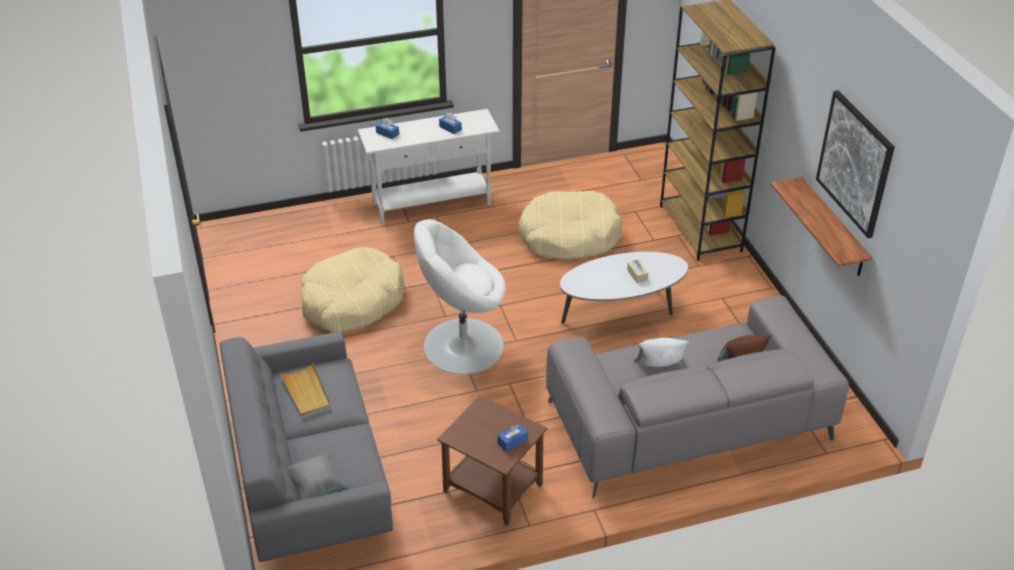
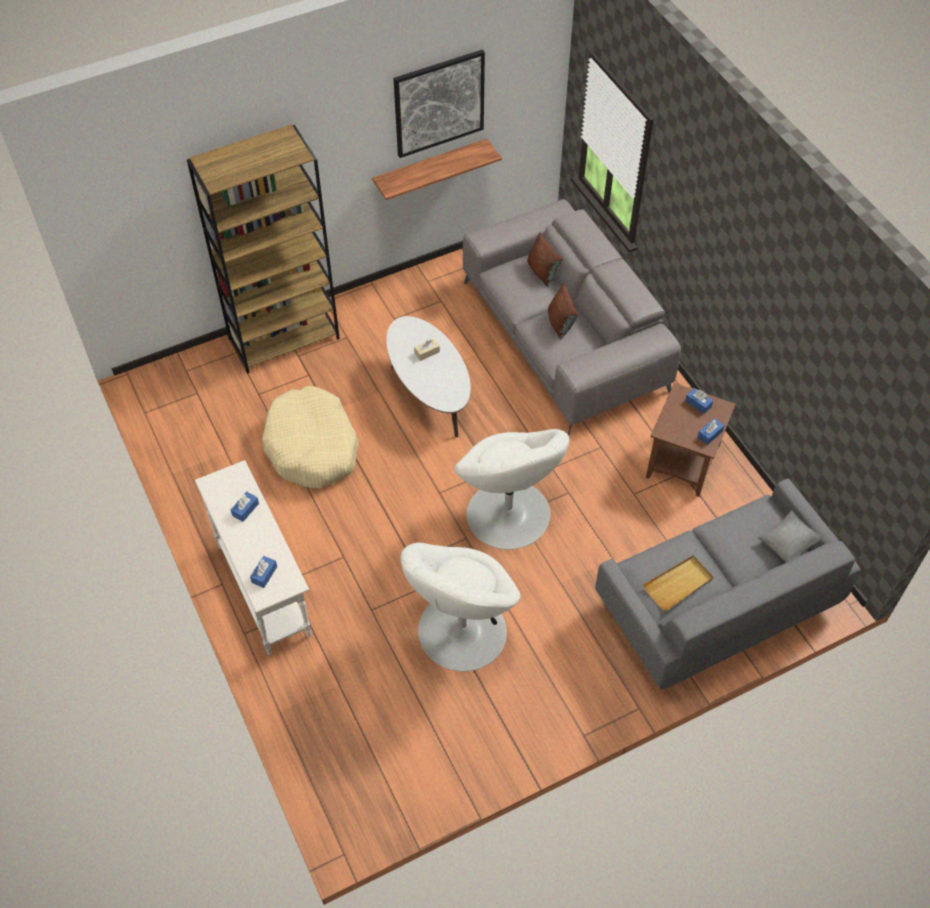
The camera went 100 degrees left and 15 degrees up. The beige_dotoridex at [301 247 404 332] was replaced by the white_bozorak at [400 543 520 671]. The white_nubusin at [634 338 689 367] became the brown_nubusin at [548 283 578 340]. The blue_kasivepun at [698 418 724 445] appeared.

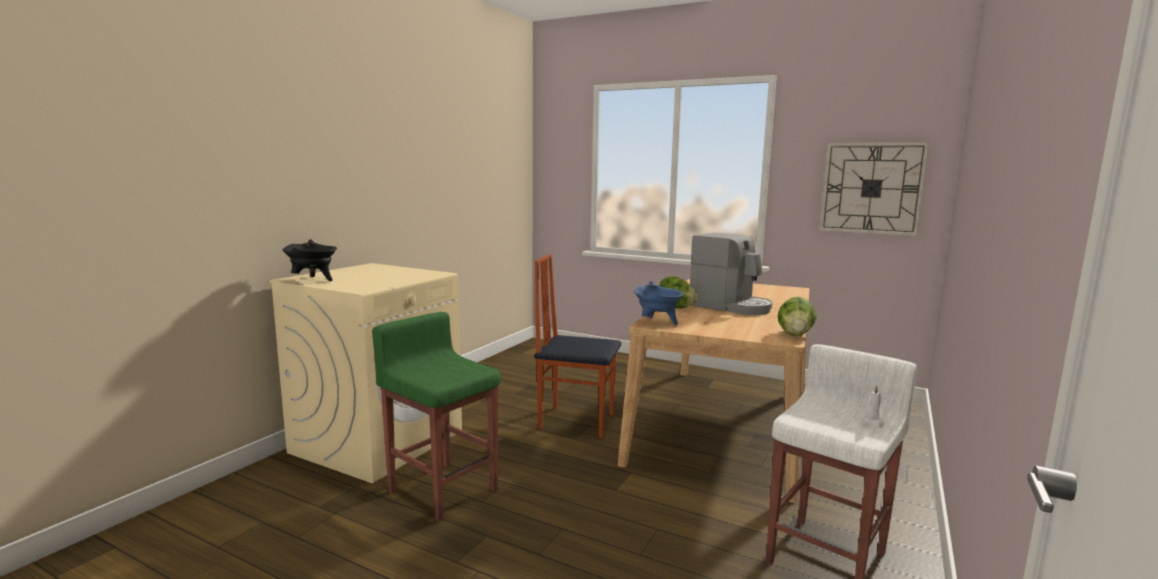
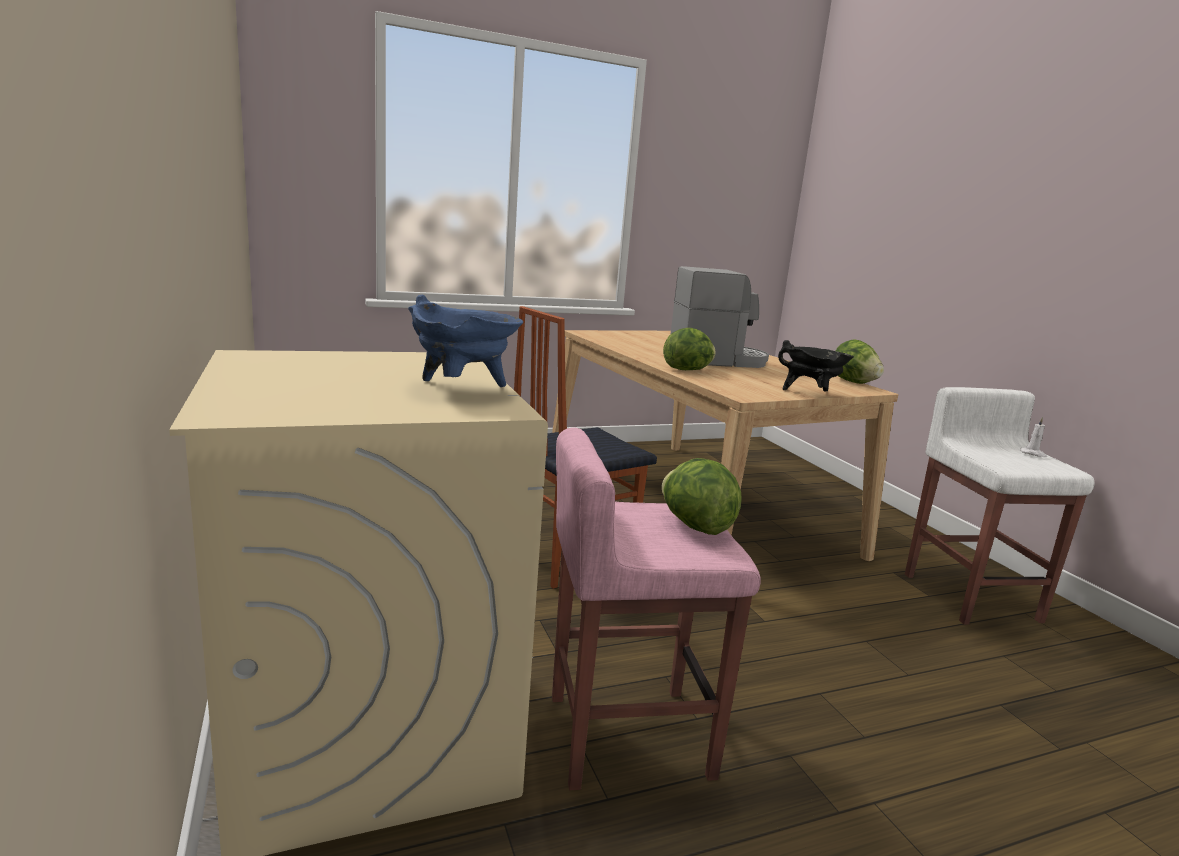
The camera went 50 degrees left and 5 degrees up. The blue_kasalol moved from [634 281 684 325] to [408 295 523 387]. The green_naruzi at [372 312 501 522] became the pink_naruzi at [552 428 761 790]. The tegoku at [662 458 741 535] appeared. The black_kasalol moved from [282 239 337 281] to [778 340 854 392]. The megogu at [819 142 929 236] disappeared.

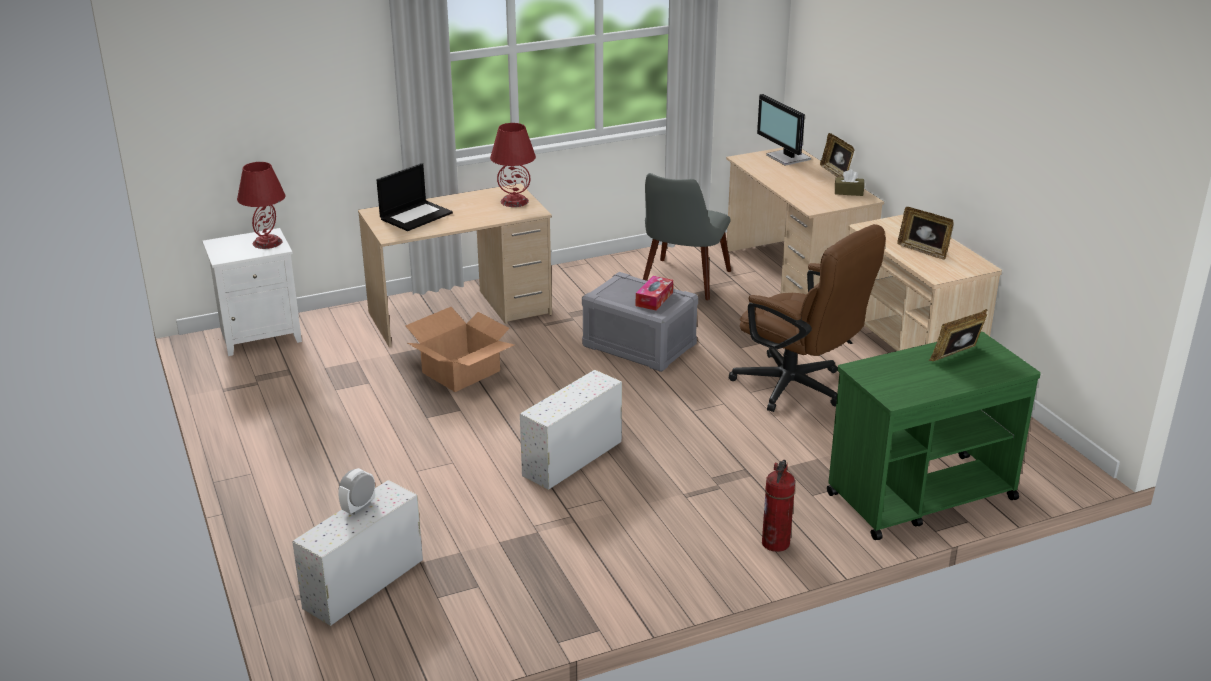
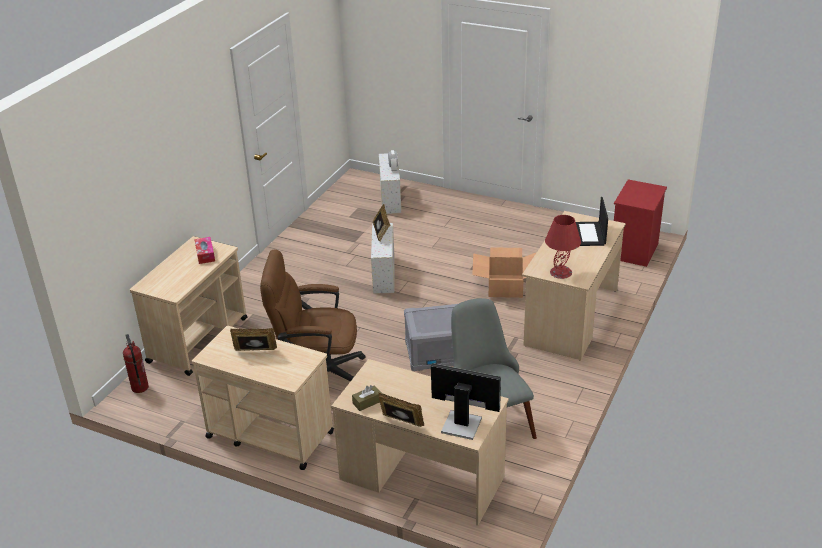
The camera went 140 degrees right and 5 degrees up. The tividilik moved from [762 460 795 552] to [123 334 149 393]. The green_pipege at [827 332 1041 540] became the beige_pipege at [130 236 247 376]. The kasivepun moved from [636 276 673 310] to [194 237 215 264]. The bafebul moved from [929 309 987 361] to [373 204 390 241]. The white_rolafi at [202 228 302 356] became the red_rolafi at [614 179 667 267]. The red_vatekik at [237 162 285 249] disappeared.

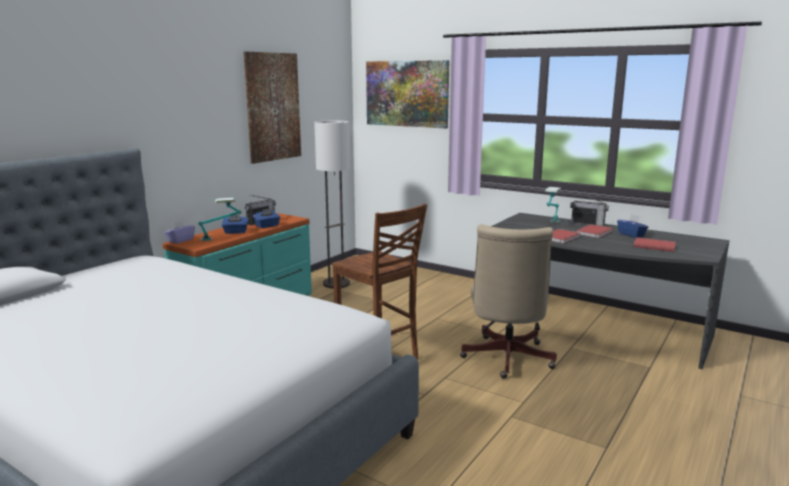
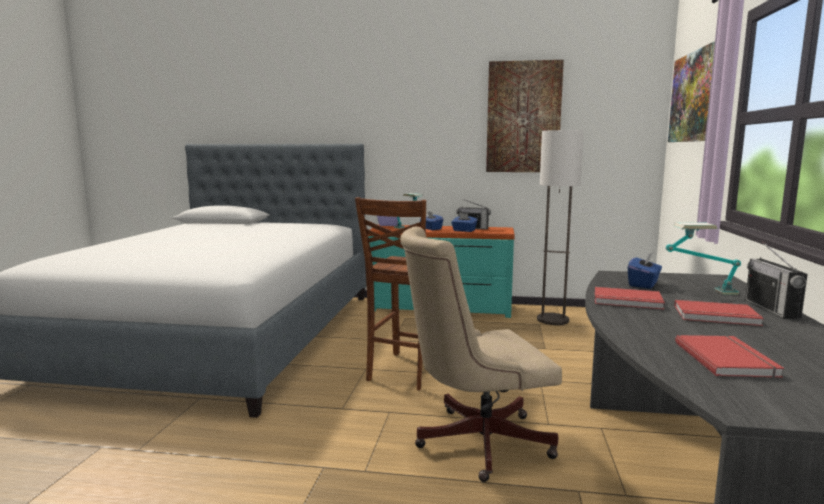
The camera went 65 degrees right and 5 degrees down. The blue_kasivepun moved from [617 214 648 238] to [628 253 662 289].

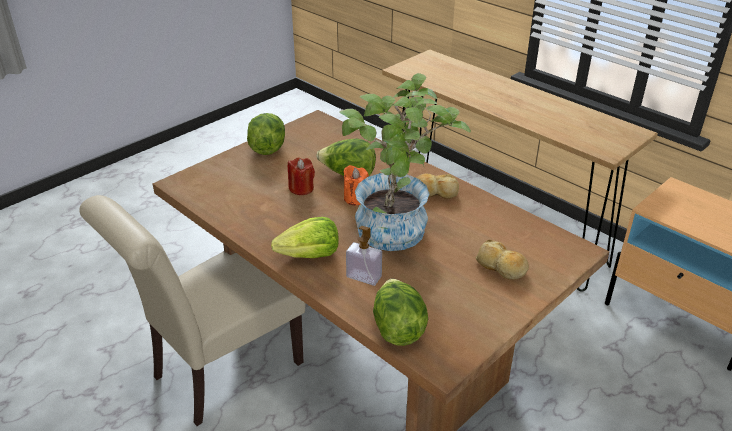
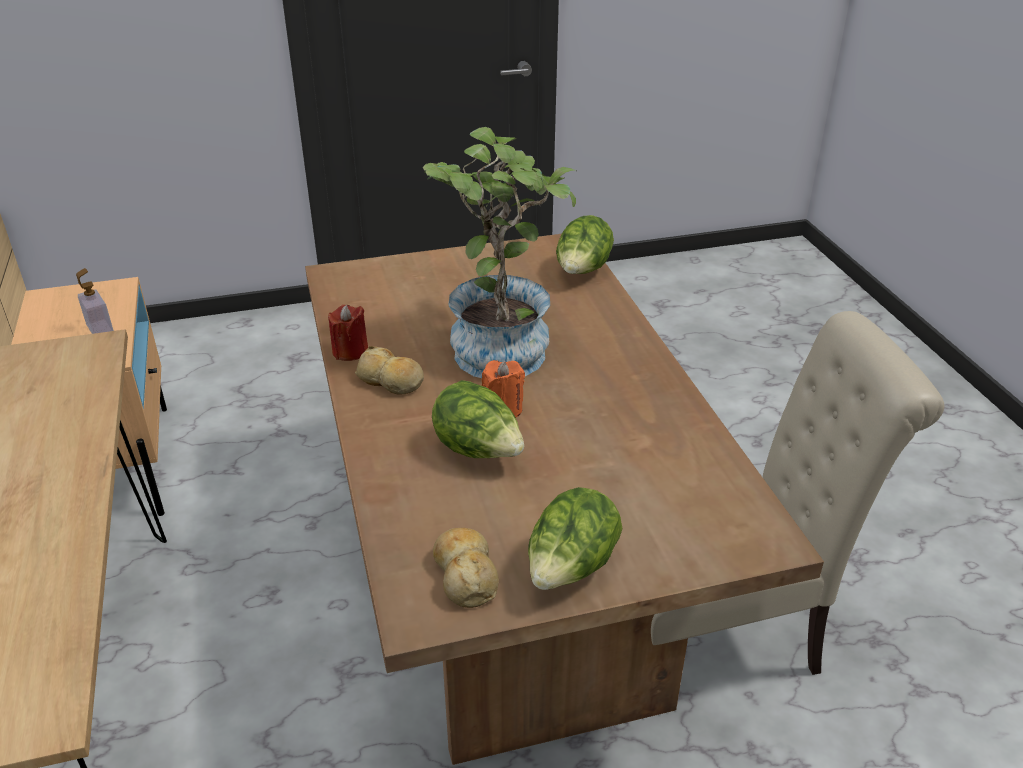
The camera went 150 degrees left and 0 degrees up. The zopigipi moved from [346 226 382 286] to [76 268 114 334]. The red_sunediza moved from [288 158 315 195] to [328 305 368 361]. The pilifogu moved from [475 240 529 280] to [433 528 499 608]. The tegoku at [271 217 339 258] disappeared.

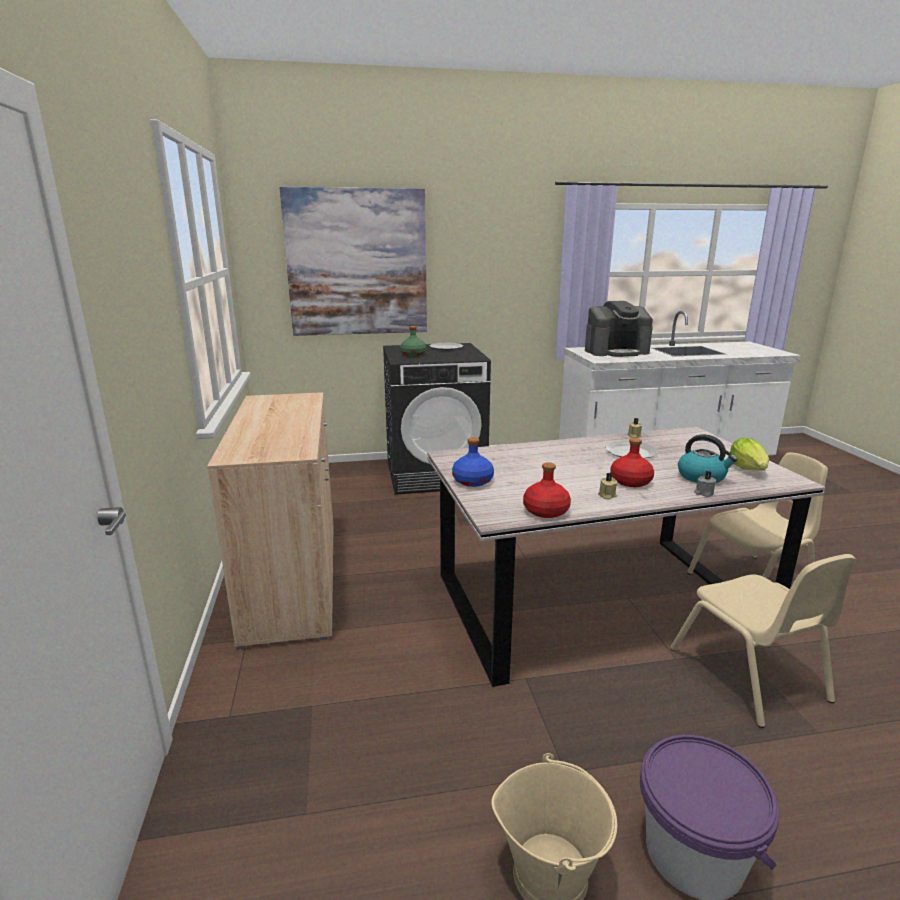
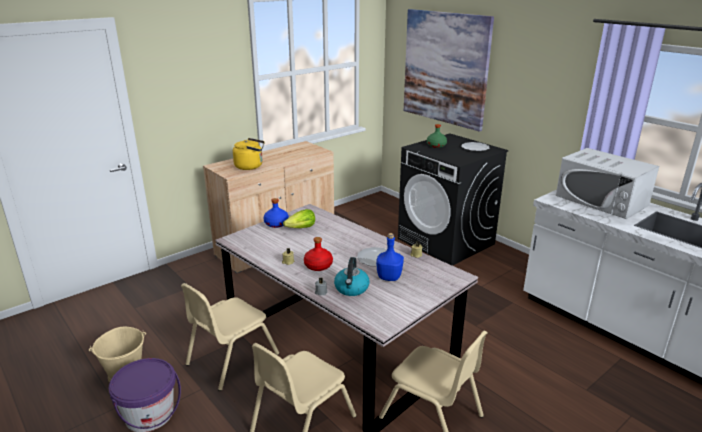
The camera went 60 degrees right and 5 degrees up. The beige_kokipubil at [181 283 279 391] appeared. The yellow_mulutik at [233 138 264 170] appeared. The tegoku moved from [730 438 769 470] to [283 209 315 228]. The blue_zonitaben at [376 233 404 281] appeared. The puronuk at [585 301 653 357] was replaced by the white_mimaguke at [556 148 659 219]. The red_zonitaben at [523 462 571 518] disappeared.

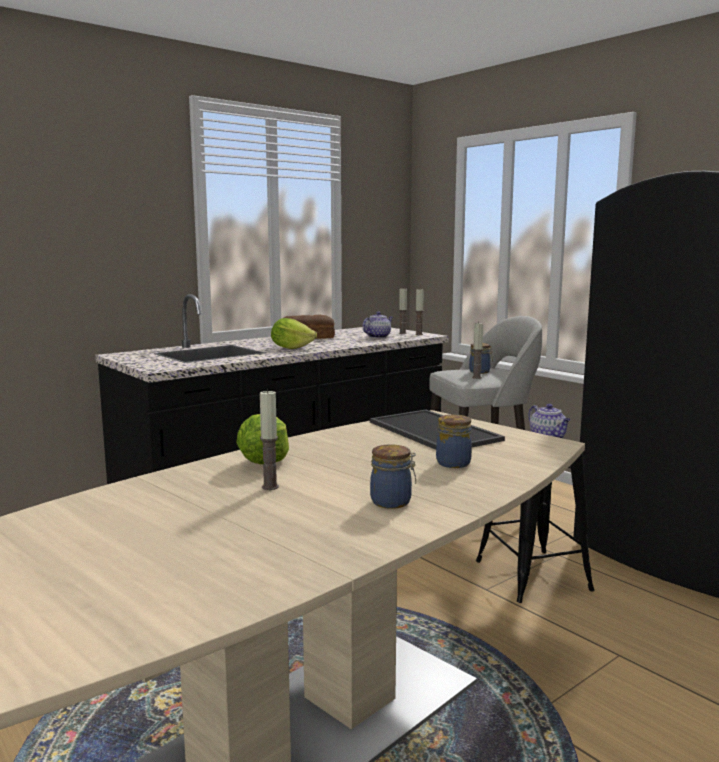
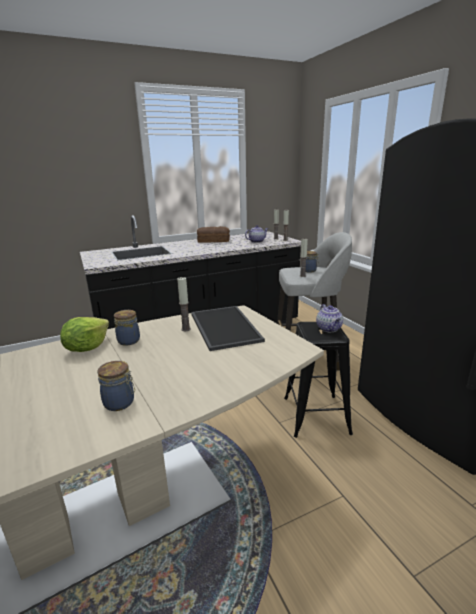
The camera went 15 degrees right and 10 degrees up. The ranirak moved from [436 414 472 468] to [114 310 140 345]. The sunediza moved from [260 389 279 490] to [177 277 191 331]. The tegoku at [271 318 317 349] disappeared.

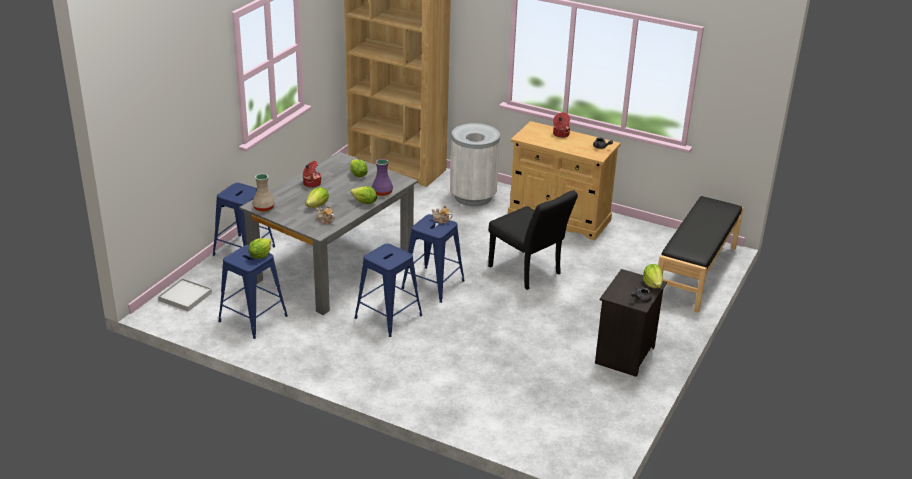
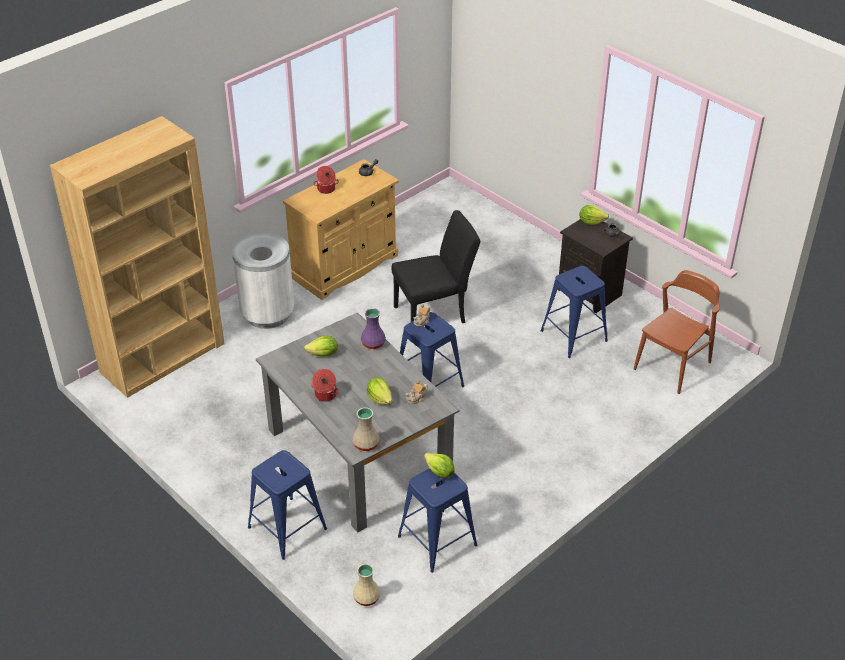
The camera went 70 degrees left and 10 degrees up. The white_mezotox at [158 278 212 312] was replaced by the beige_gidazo at [353 564 380 606]. The blue_naruzi moved from [354 243 422 337] to [541 266 608 358]. The brown_kokipubil at [634 270 720 394] appeared. The tegoku at [350 186 377 204] disappeared. The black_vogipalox at [658 196 744 313] disappeared.

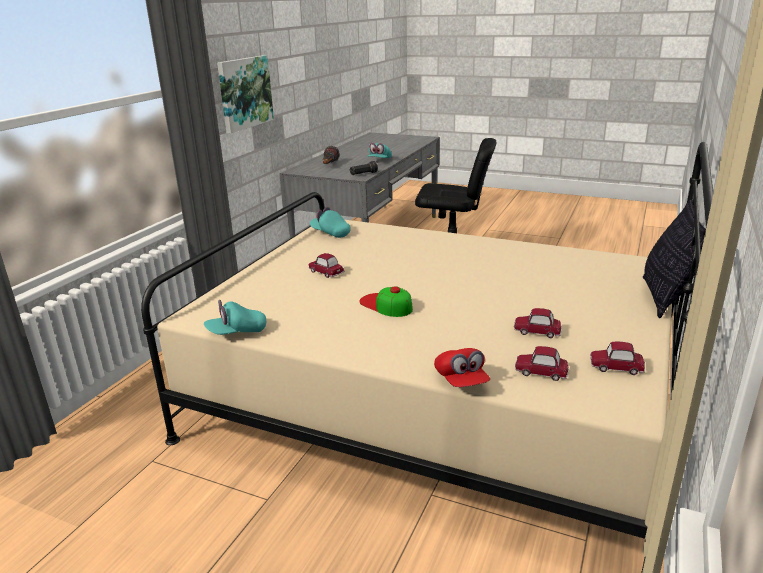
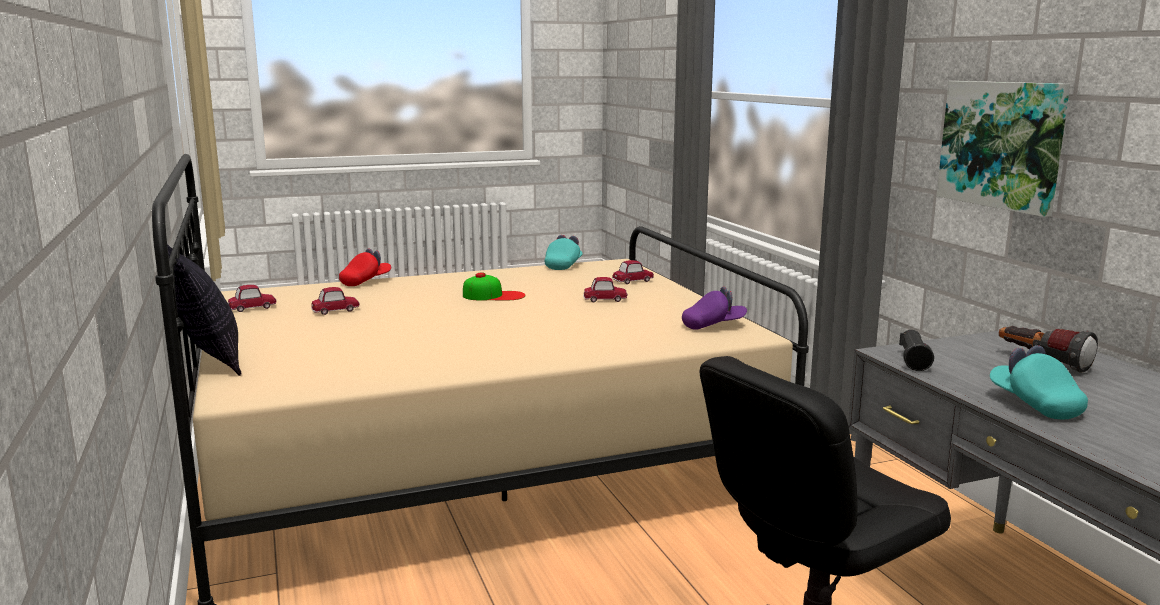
The camera went 135 degrees right and 10 degrees down. The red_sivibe at [434 348 490 387] turned 105 degrees clockwise. The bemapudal moved from [515 346 569 381] to [612 260 654 284]. The turquoise_sivibe at [310 207 351 238] became the purple_sivibe at [682 287 747 330].

